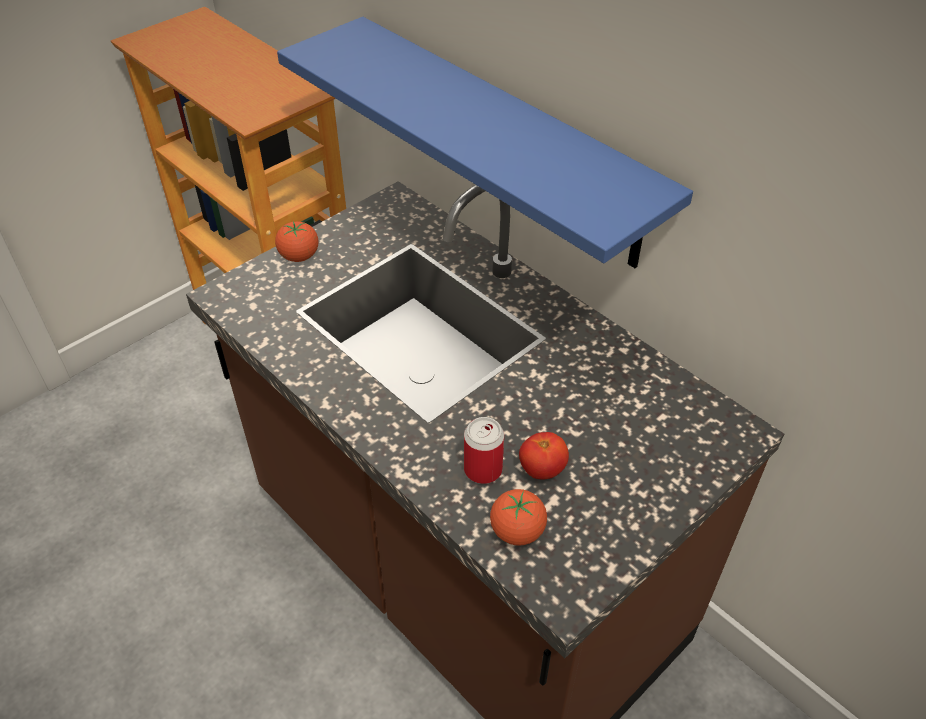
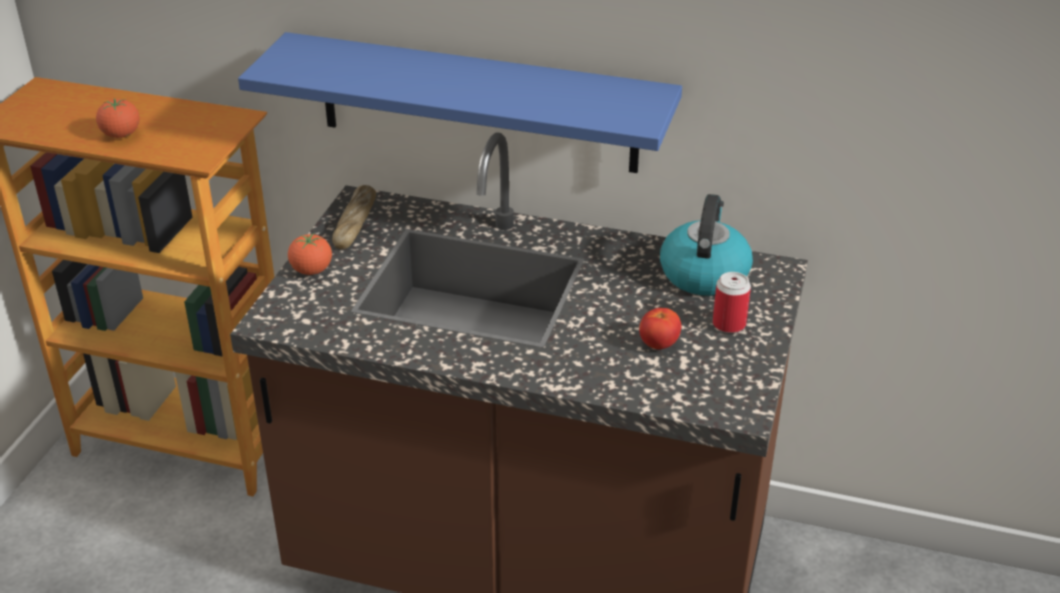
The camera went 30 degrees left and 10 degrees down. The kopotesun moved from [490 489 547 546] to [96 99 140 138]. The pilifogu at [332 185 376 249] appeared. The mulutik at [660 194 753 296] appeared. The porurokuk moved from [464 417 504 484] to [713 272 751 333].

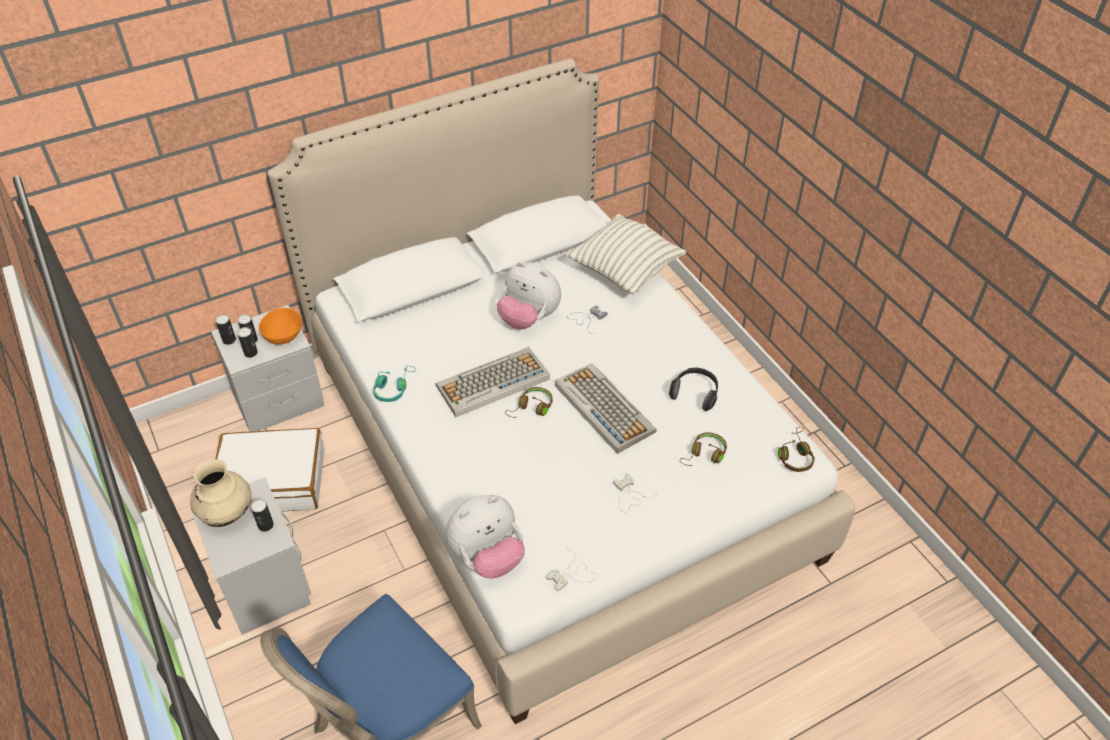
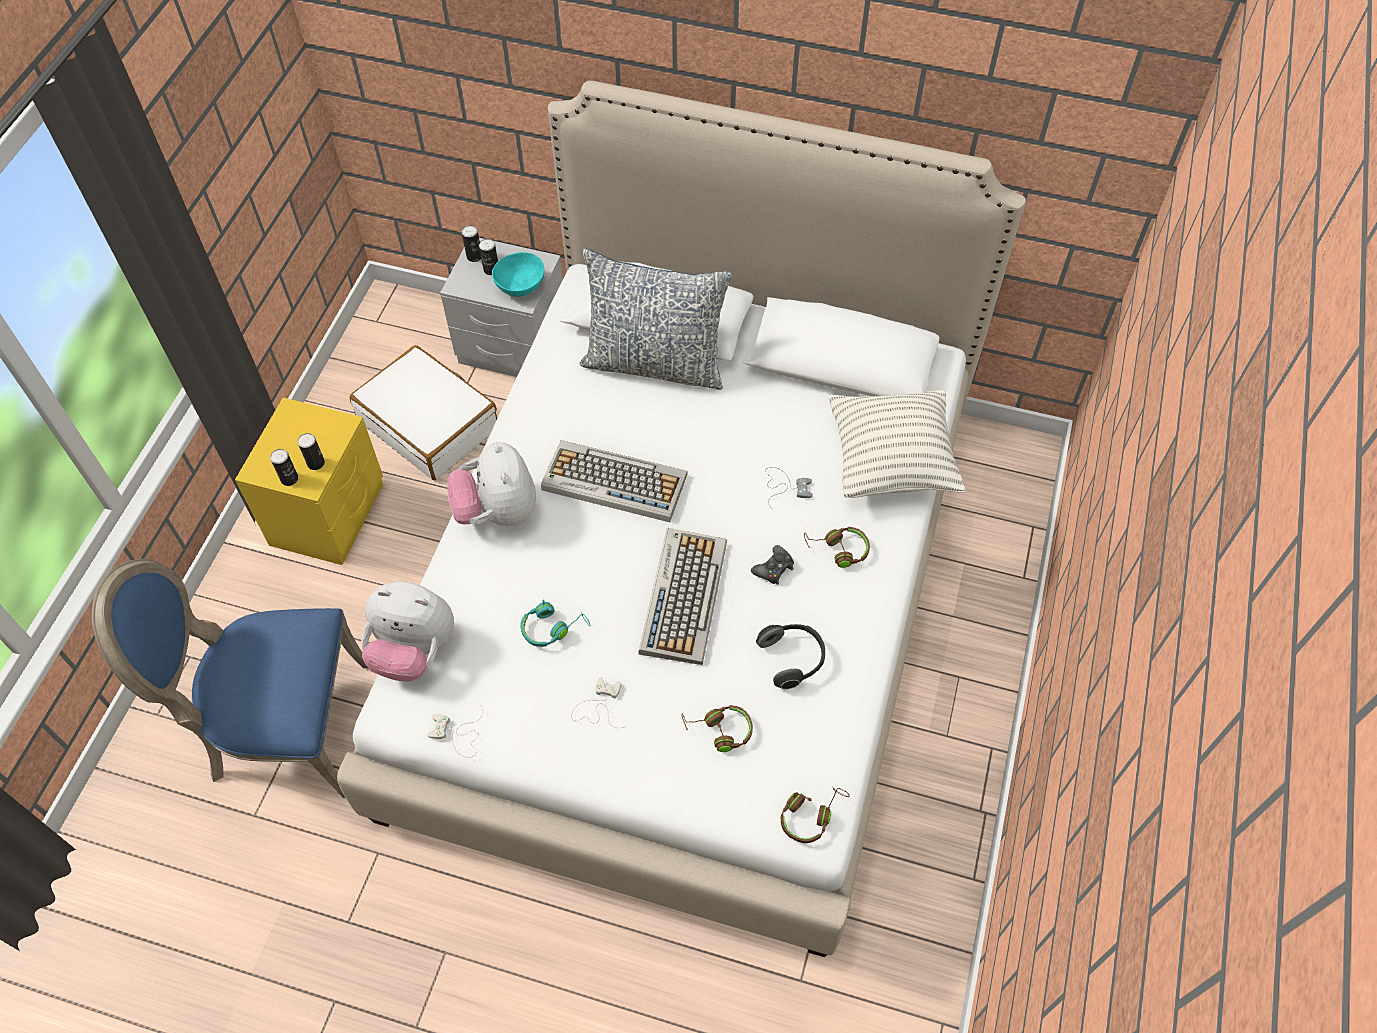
The camera went 45 degrees right and 10 degrees up. The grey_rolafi at [190 478 311 635] became the yellow_rolafi at [235 398 383 565]. The porurokuk moved from [238 327 258 358] to [270 449 298 486]. The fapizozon moved from [497 262 561 330] to [447 442 536 526]. The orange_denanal at [259 308 302 345] became the turquoise_denanal at [492 252 544 297]. The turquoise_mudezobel moved from [373 366 416 402] to [520 600 591 647]. The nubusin at [579 248 732 390] appeared. The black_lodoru at [751 545 794 585] appeared. The brown_mudezobel moved from [505 387 553 418] to [804 527 870 568]. The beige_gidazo at [190 459 251 527] disappeared.

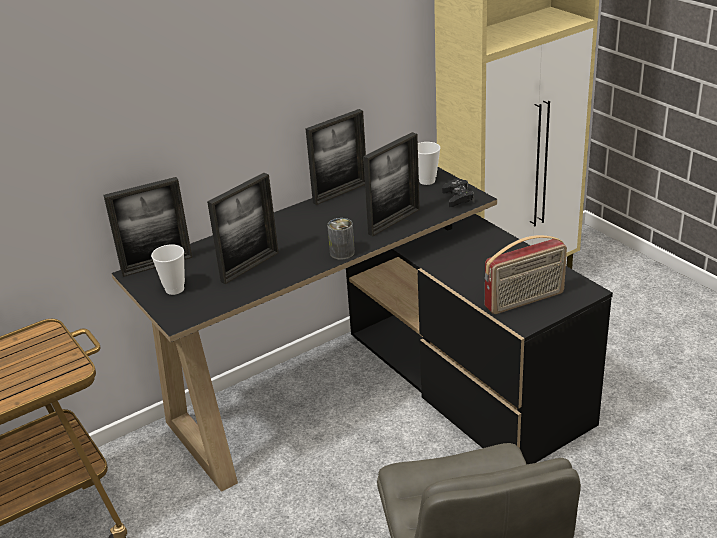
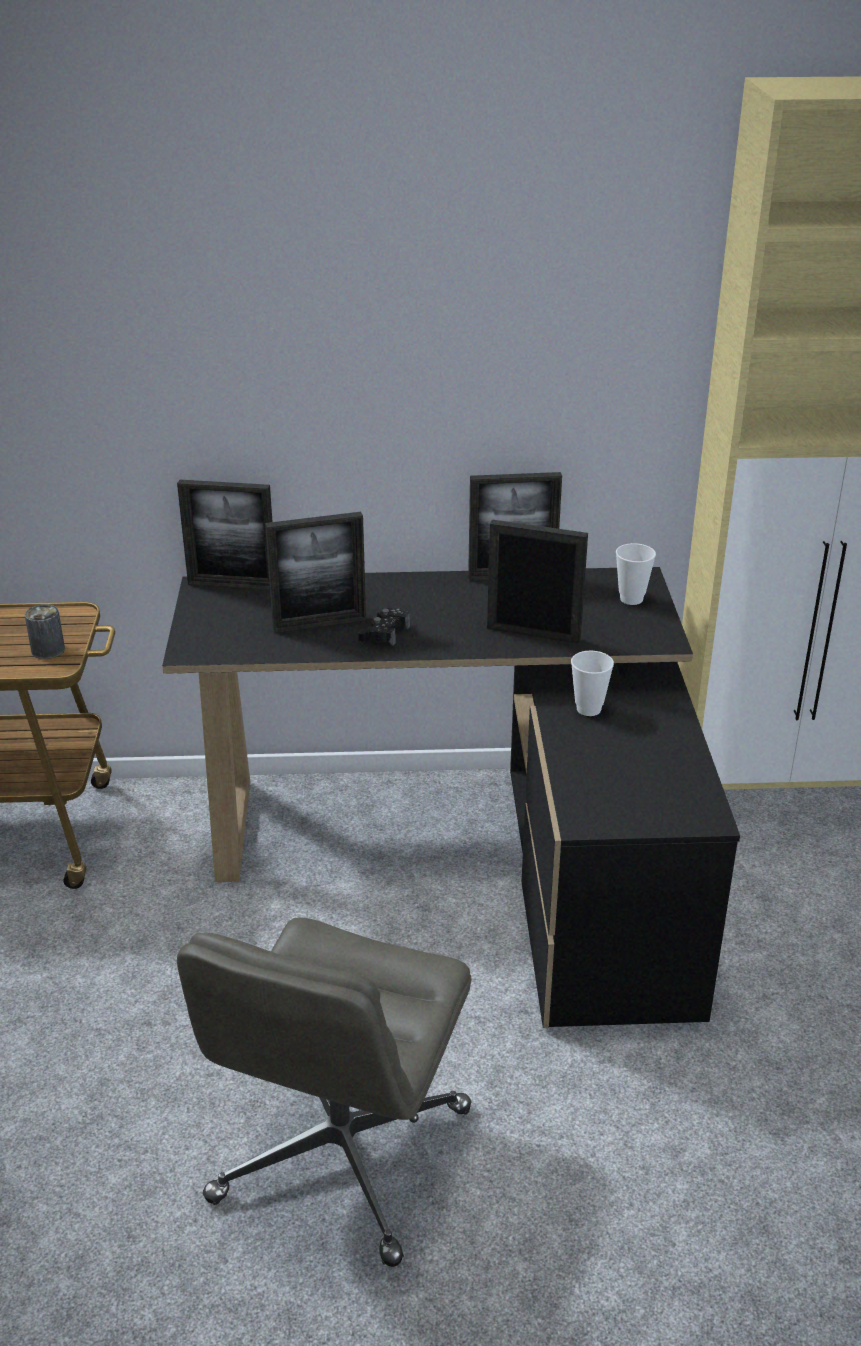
The camera went 30 degrees right and 0 degrees up. The porurokuk moved from [327 218 355 259] to [25 604 65 659]. The black_lodoru moved from [442 179 474 207] to [358 606 410 646]. The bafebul at [363 132 420 236] turned 150 degrees counterclockwise. The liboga moved from [151 245 185 295] to [571 651 614 716]. The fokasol at [485 235 567 314] disappeared.

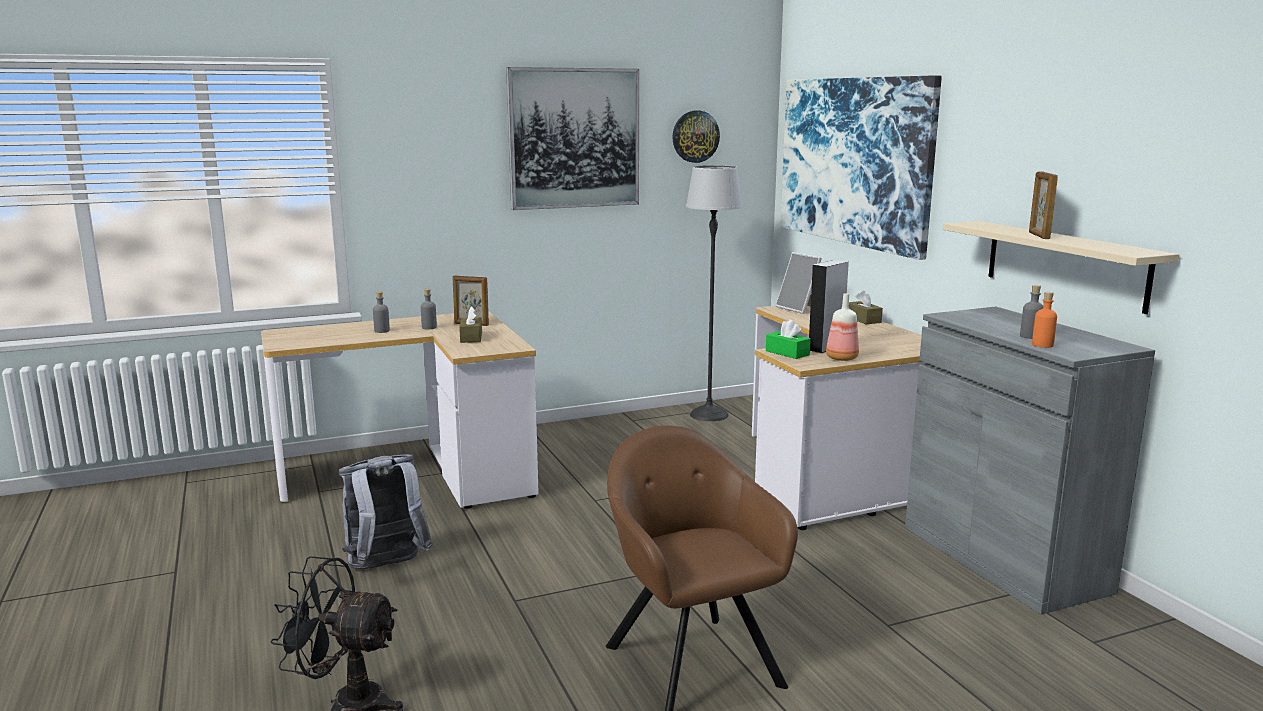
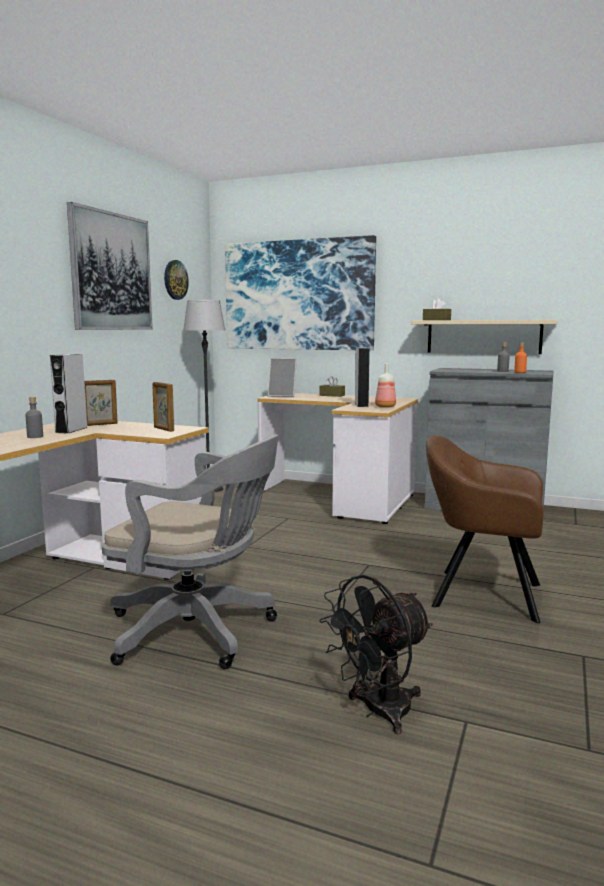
The camera went 45 degrees left and 5 degrees down. The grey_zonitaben at [421 289 437 329] was replaced by the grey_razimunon at [50 354 87 433]. The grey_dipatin at [339 454 433 570] was replaced by the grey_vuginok at [102 435 279 669]. The bafebul moved from [1029 171 1058 239] to [152 382 174 432]. The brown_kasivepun moved from [459 306 482 343] to [423 298 451 320]. The green_kasivepun at [766 319 811 359] disappeared.

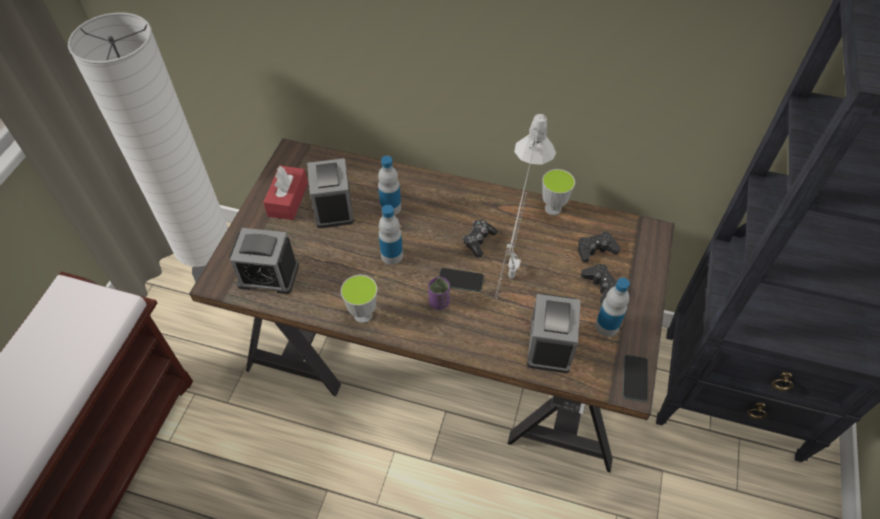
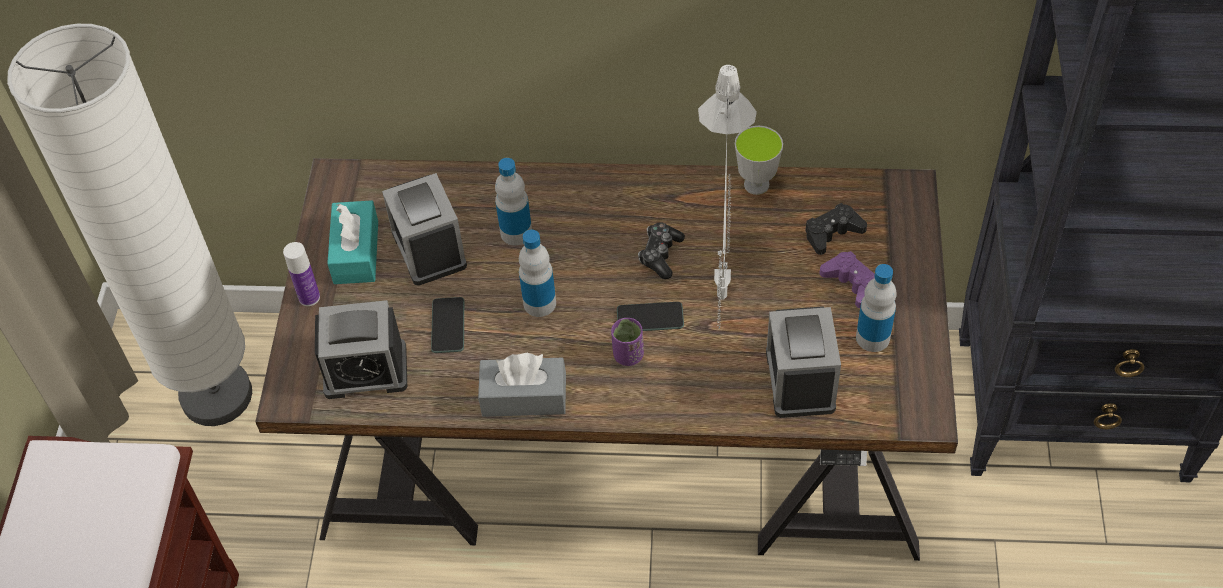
The camera went 10 degrees left and 0 degrees up. The zonitaben at [283 242 320 306] appeared. The red_kasivepun at [263 166 308 220] became the turquoise_kasivepun at [327 200 378 284]. The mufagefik moved from [623 355 648 402] to [431 297 464 353]. The liboga at [341 275 377 323] was replaced by the grey_kasivepun at [478 353 566 417]. The black_lodoru at [581 264 617 304] became the purple_lodoru at [820 251 875 308].

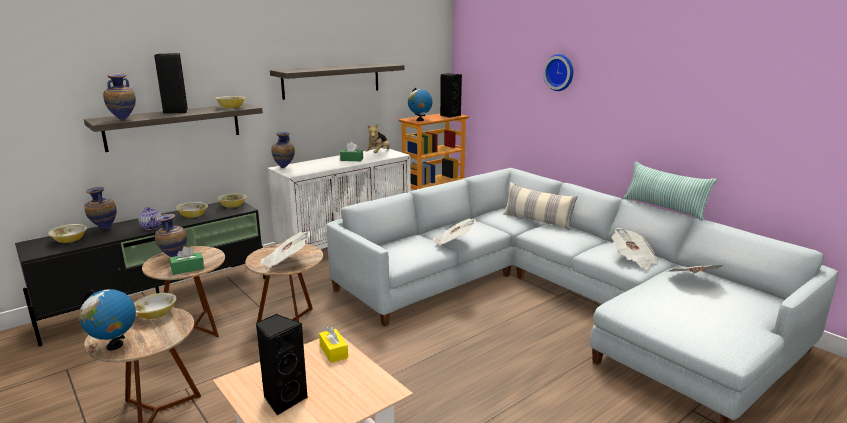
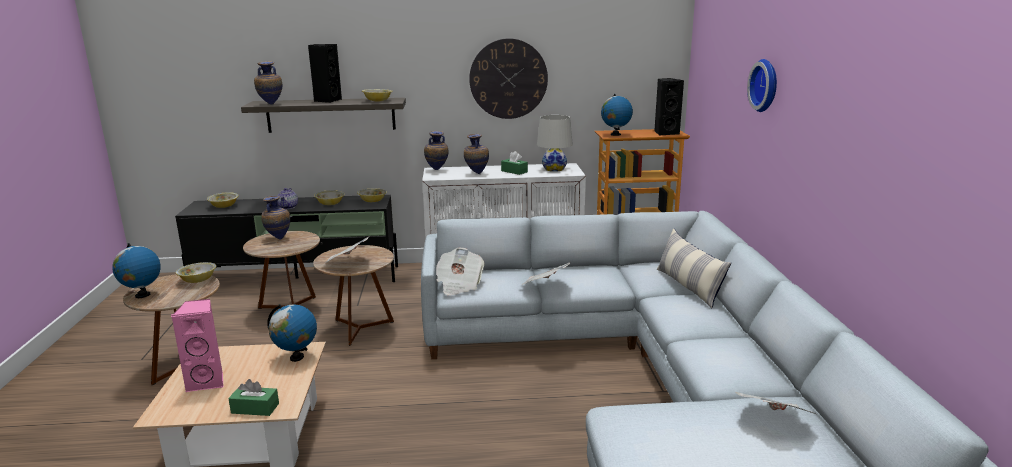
The camera went 35 degrees right and 0 degrees up. The black_razimunon at [256 314 308 415] became the pink_razimunon at [171 299 223 392]. The green_kasivepun moved from [170 246 204 275] to [228 379 279 416]. The yellow_kasivepun at [319 326 348 363] was replaced by the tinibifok at [267 304 317 362]. The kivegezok moved from [612 228 658 269] to [436 248 485 295]. The gidazo moved from [84 187 117 229] to [464 134 489 174]. The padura at [270 63 405 100] was replaced by the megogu at [469 38 548 119]. The fapizozon at [365 124 390 153] was replaced by the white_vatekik at [537 115 573 172]. The nubusin at [623 162 718 221] disappeared.

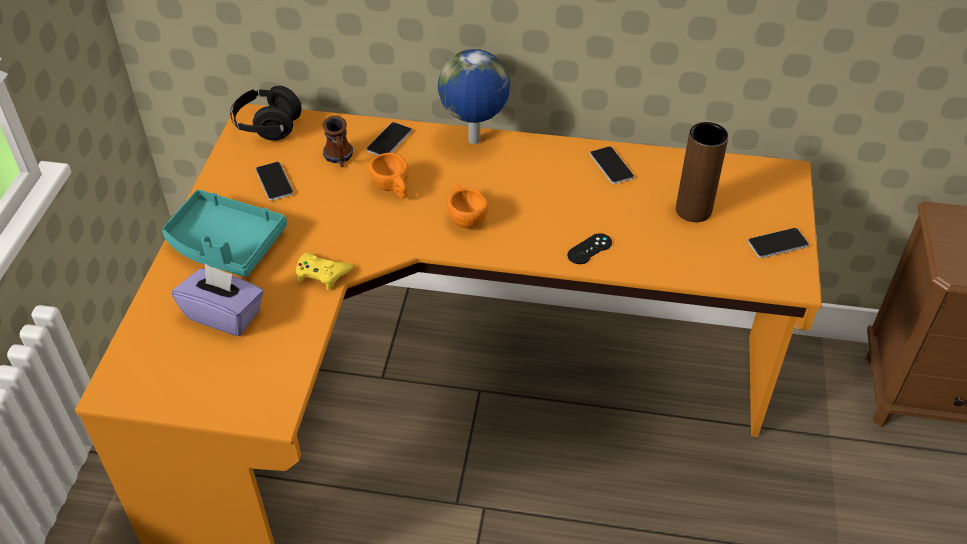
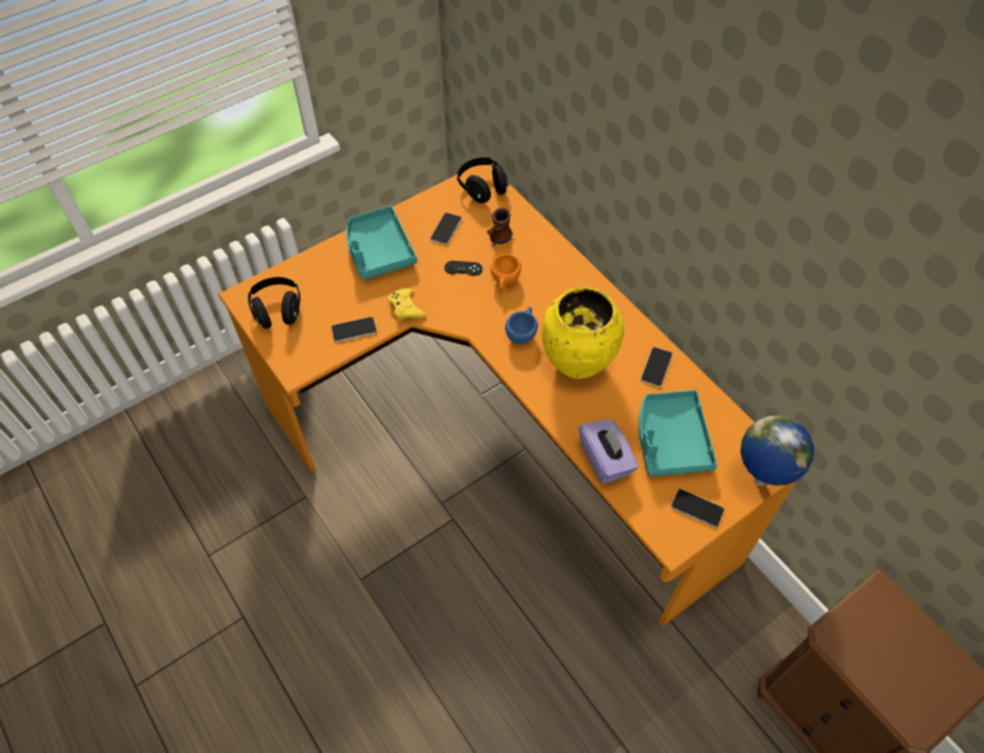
The camera went 45 degrees right and 10 degrees up. The black_mudezobel at [248 277 300 329] appeared. The mufagefik moved from [366 122 412 156] to [331 317 377 342]. The black_lodoru moved from [567 233 612 264] to [444 261 483 276]. The orange_liboga at [447 184 488 229] became the blue_liboga at [505 307 538 344]. The yellow_gidazo at [542 287 624 379] appeared. The purple_kasivepun moved from [172 263 264 336] to [579 419 638 484]. The brown_gidazo at [676 122 729 222] was replaced by the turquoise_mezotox at [638 390 718 476]. The tinibifok moved from [438 49 510 144] to [741 415 814 486].

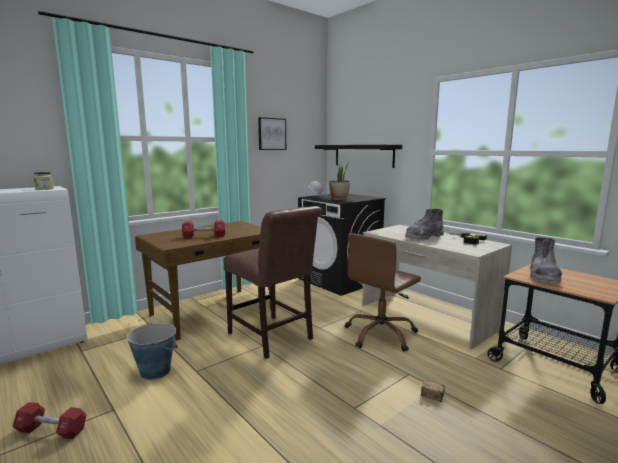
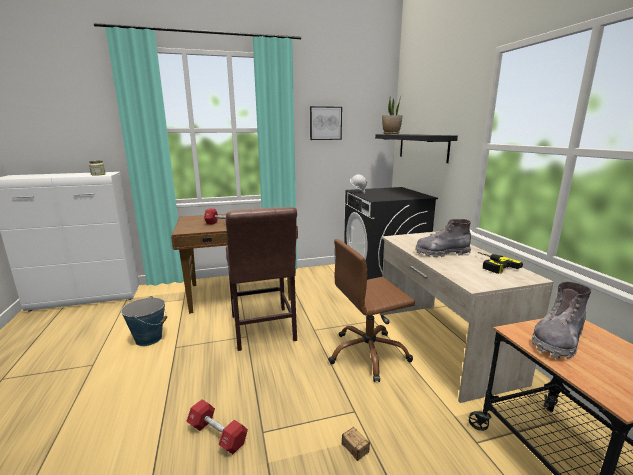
The camera went 25 degrees right and 5 degrees up. The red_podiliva moved from [12 402 87 439] to [186 399 248 454]. The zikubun moved from [329 162 350 200] to [382 95 402 134].

